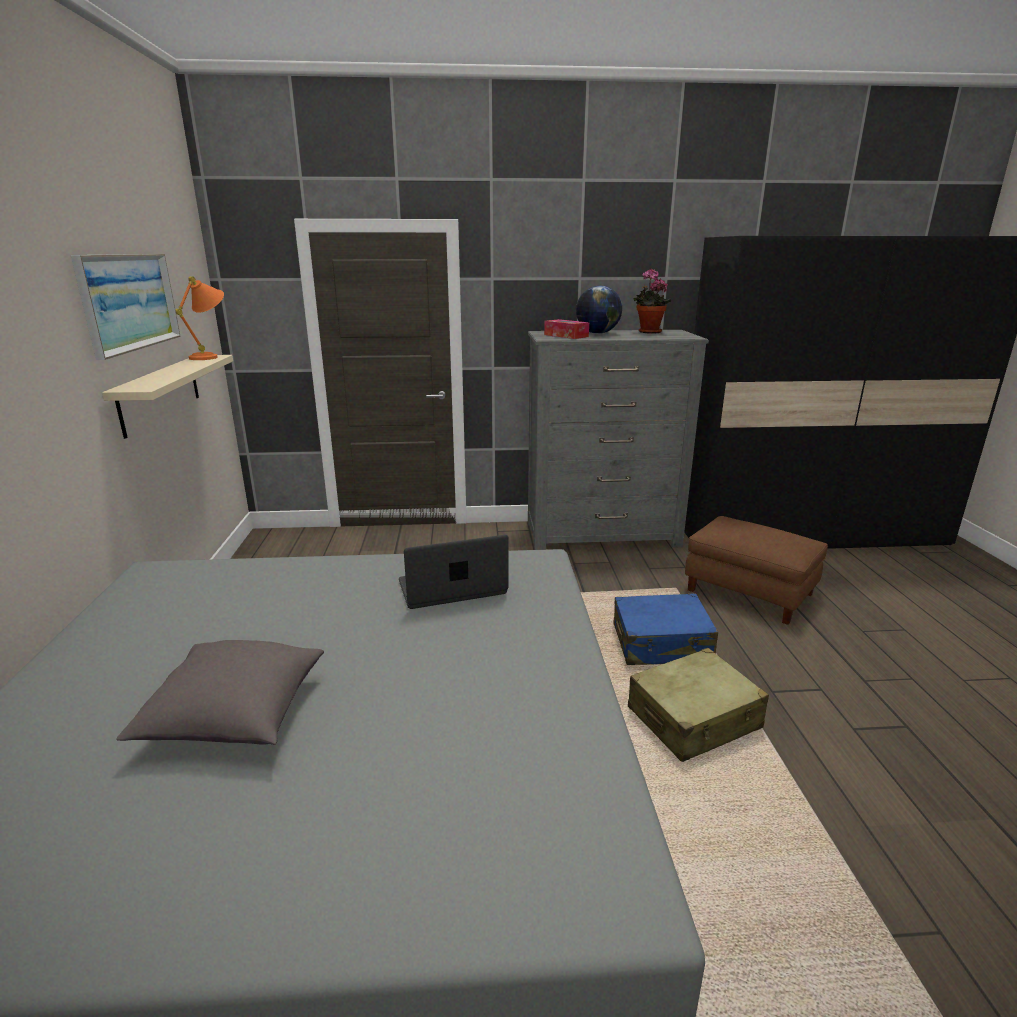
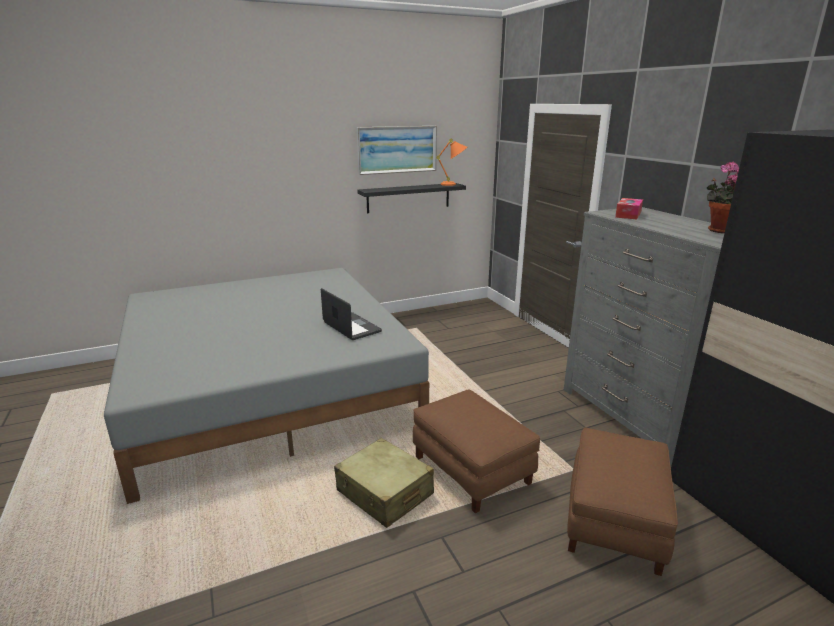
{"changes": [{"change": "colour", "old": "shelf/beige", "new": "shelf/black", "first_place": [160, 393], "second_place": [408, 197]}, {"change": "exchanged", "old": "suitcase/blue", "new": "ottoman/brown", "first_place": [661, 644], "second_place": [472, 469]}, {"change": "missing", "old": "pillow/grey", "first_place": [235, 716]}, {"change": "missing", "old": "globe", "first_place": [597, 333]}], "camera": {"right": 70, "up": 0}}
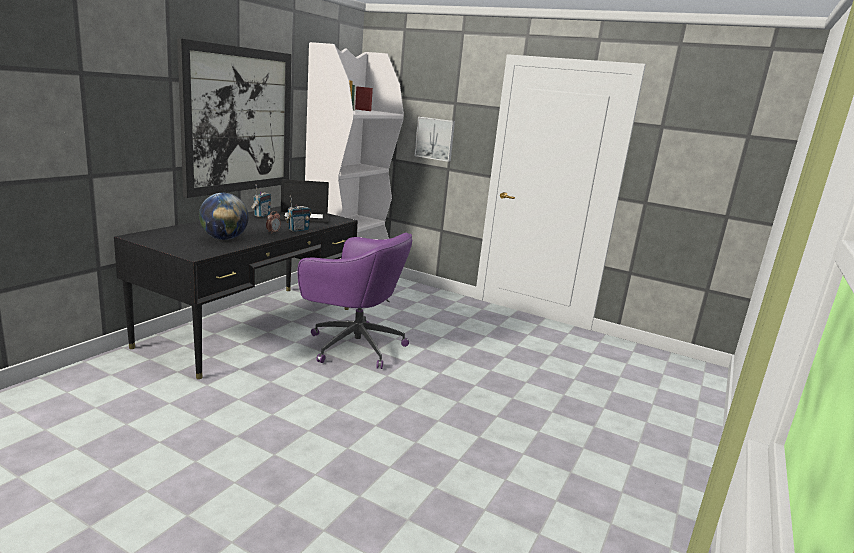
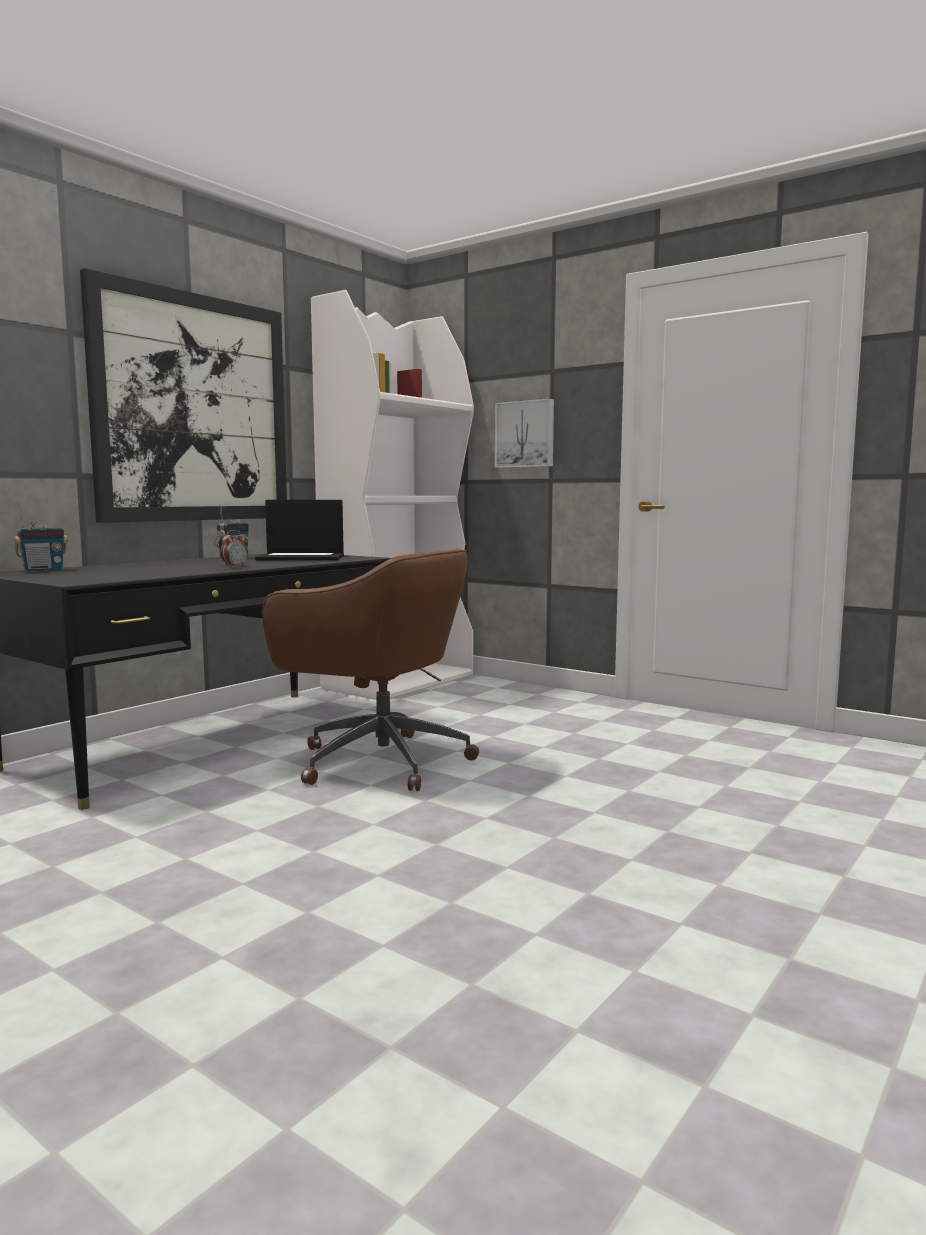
{"changes": [{"change": "relocated", "old": "radio", "first_place": [298, 230], "second_place": [43, 570]}, {"change": "colour", "old": "office chair/purple", "new": "office chair/brown", "first_place": [353, 345], "second_place": [378, 761]}, {"change": "missing", "old": "globe", "first_place": [224, 239]}], "camera": {"right": 10, "up": -10}}
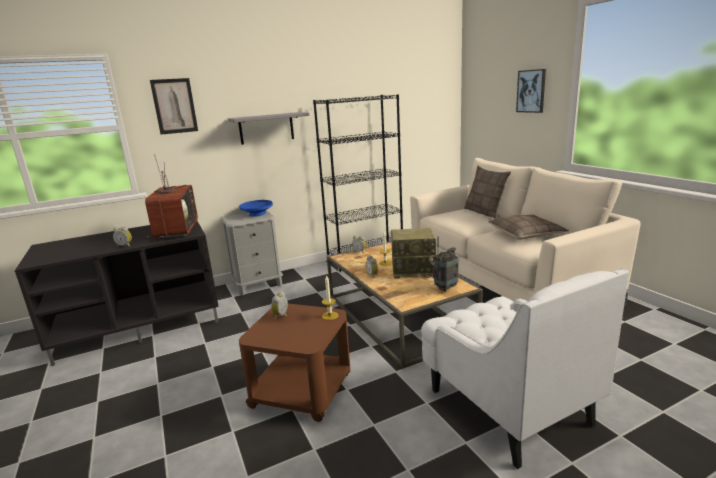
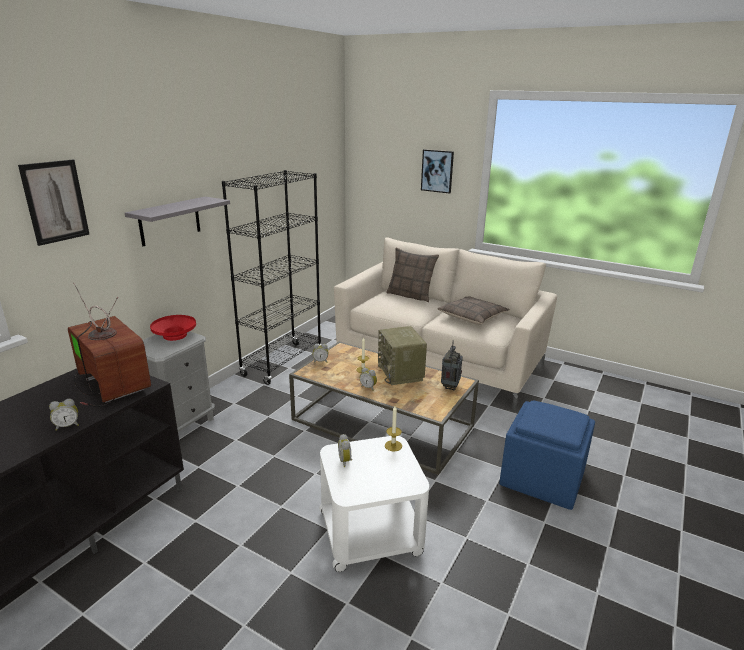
{"changes": [{"change": "colour", "old": "bowl/blue", "new": "bowl/red", "first_place": [257, 214], "second_place": [175, 336]}, {"change": "colour", "old": "side table/brown", "new": "side table/white", "first_place": [302, 390], "second_place": [371, 531]}, {"change": "spun", "old": "radio", "first_place": [414, 270], "second_place": [401, 373], "degrees": 105}, {"change": "exchanged", "old": "armchair/white", "new": "ottoman/blue", "first_place": [506, 405], "second_place": [543, 479]}], "camera": {"right": -35, "up": 5}}
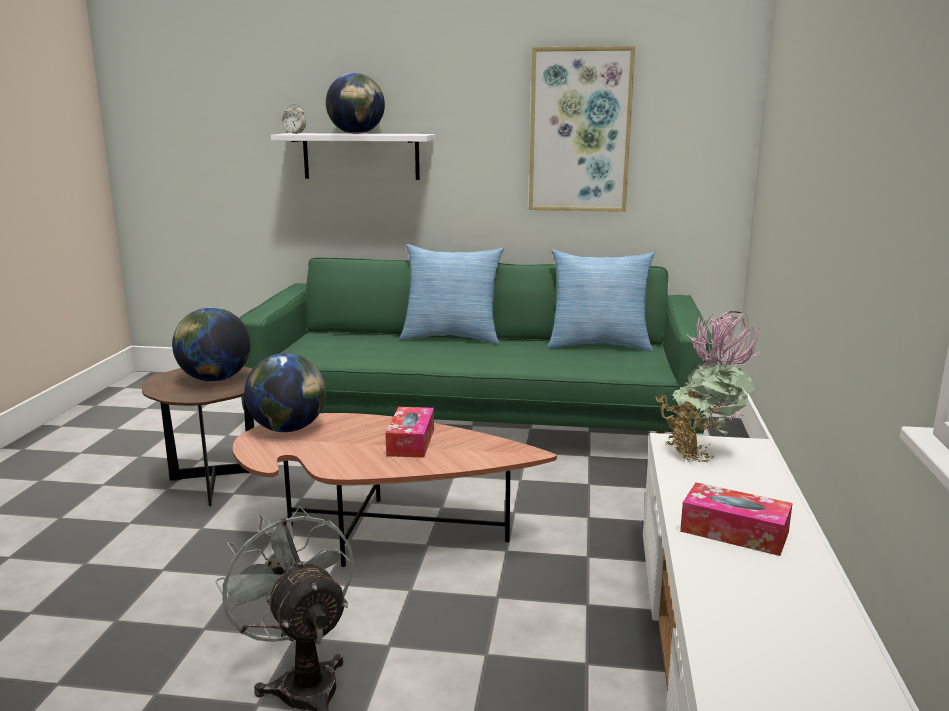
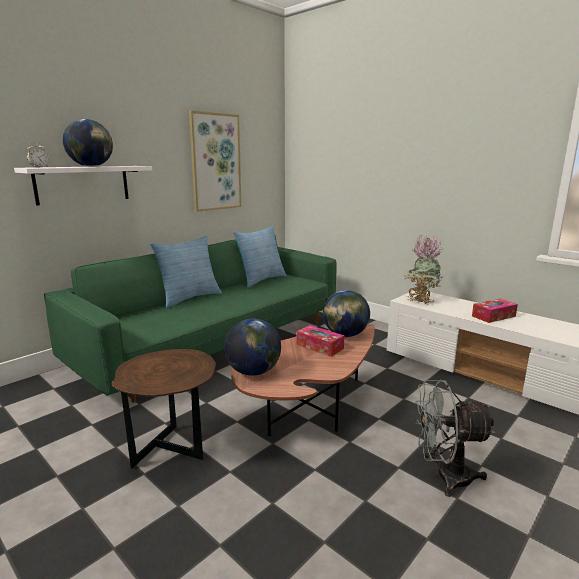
{"changes": [{"change": "relocated", "old": "globe", "first_place": [214, 379], "second_place": [345, 335]}], "camera": {"right": -55, "up": 0}}
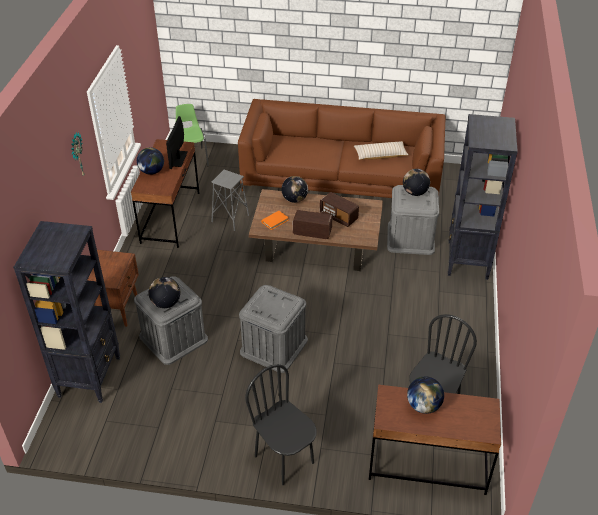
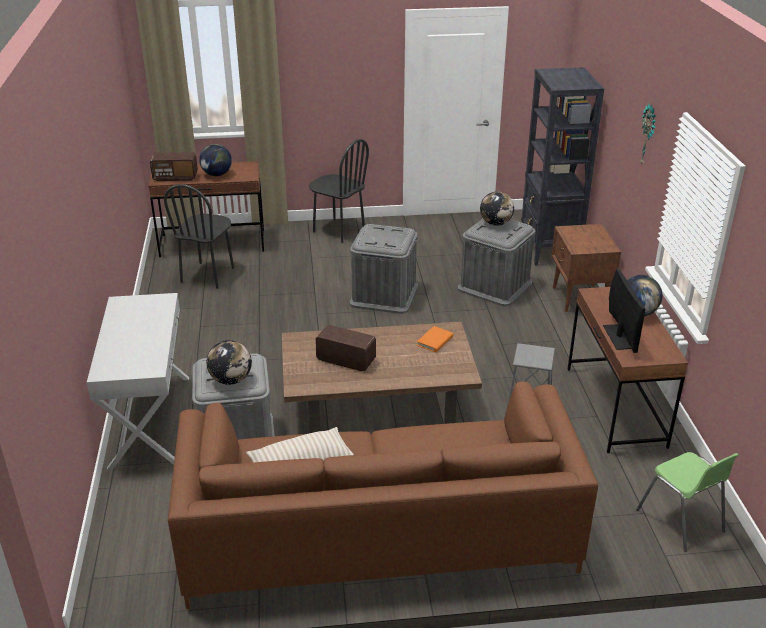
{"changes": [{"change": "exchanged", "old": "bookcase/black", "new": "console table/white", "first_place": [467, 260], "second_place": [149, 420]}, {"change": "relocated", "old": "radio", "first_place": [312, 232], "second_place": [175, 177]}, {"change": "missing", "old": "globe", "first_place": [294, 199]}], "camera": {"right": 165, "up": -10}}
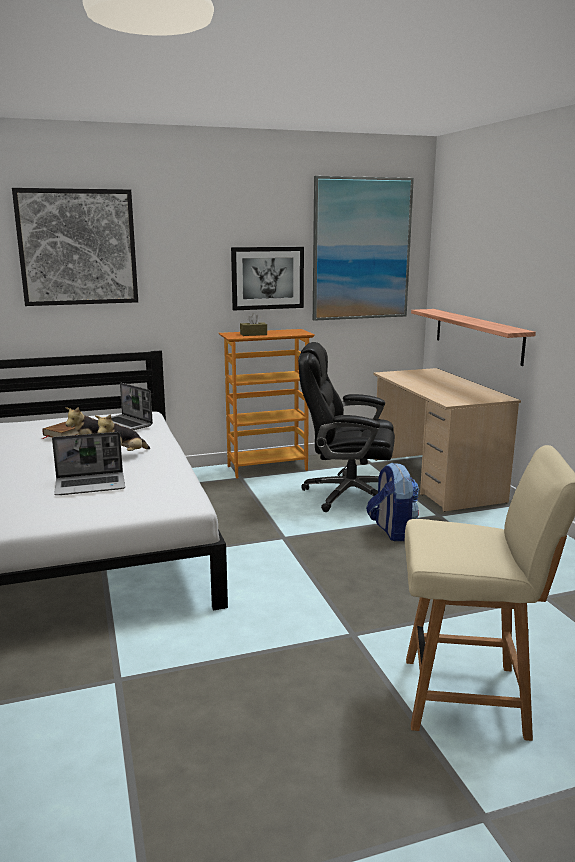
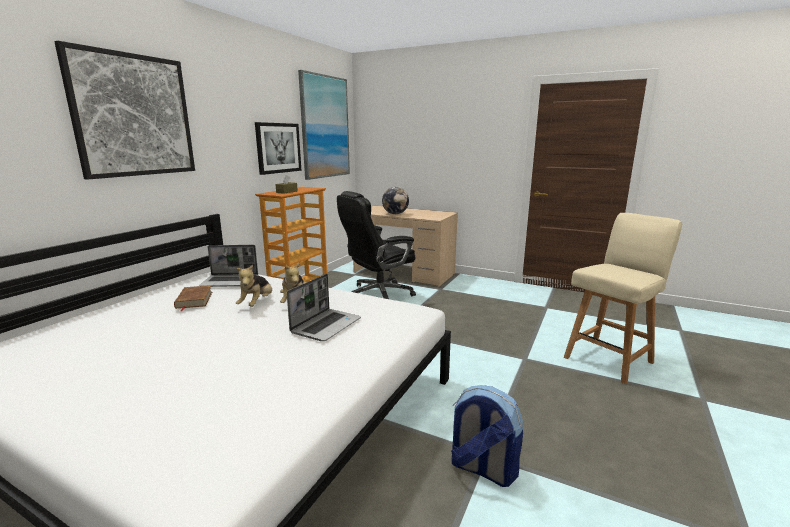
{"changes": [{"change": "appeared", "new": "globe", "second_place": [395, 214]}, {"change": "relocated", "old": "backpack", "first_place": [392, 531], "second_place": [482, 469]}, {"change": "missing", "old": "shelf", "first_place": [477, 335]}], "camera": {"right": -45, "up": 0}}
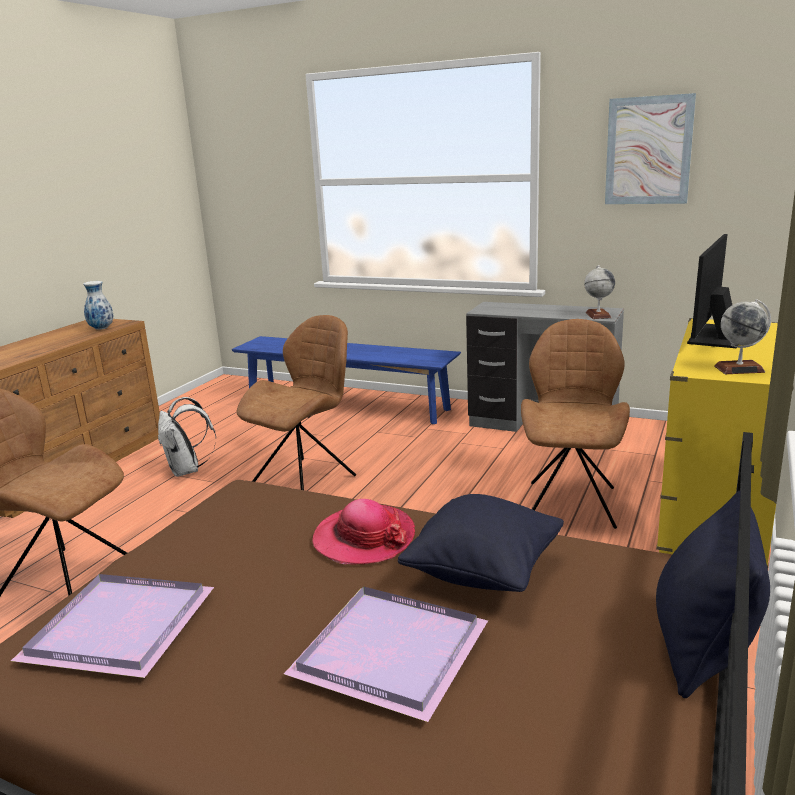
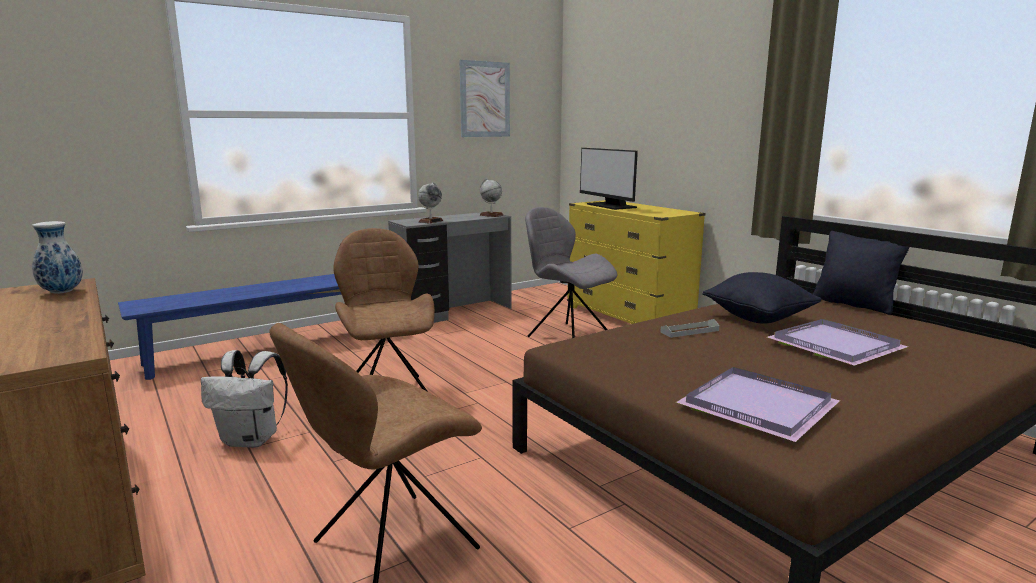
{"changes": [{"change": "relocated", "old": "globe", "first_place": [739, 369], "second_place": [431, 221]}, {"change": "colour", "old": "chair/brown", "new": "chair/grey", "first_place": [571, 502], "second_place": [567, 336]}, {"change": "exchanged", "old": "hat", "new": "tray/grey", "first_place": [364, 538], "second_place": [689, 331]}], "camera": {"right": -60, "up": -5}}
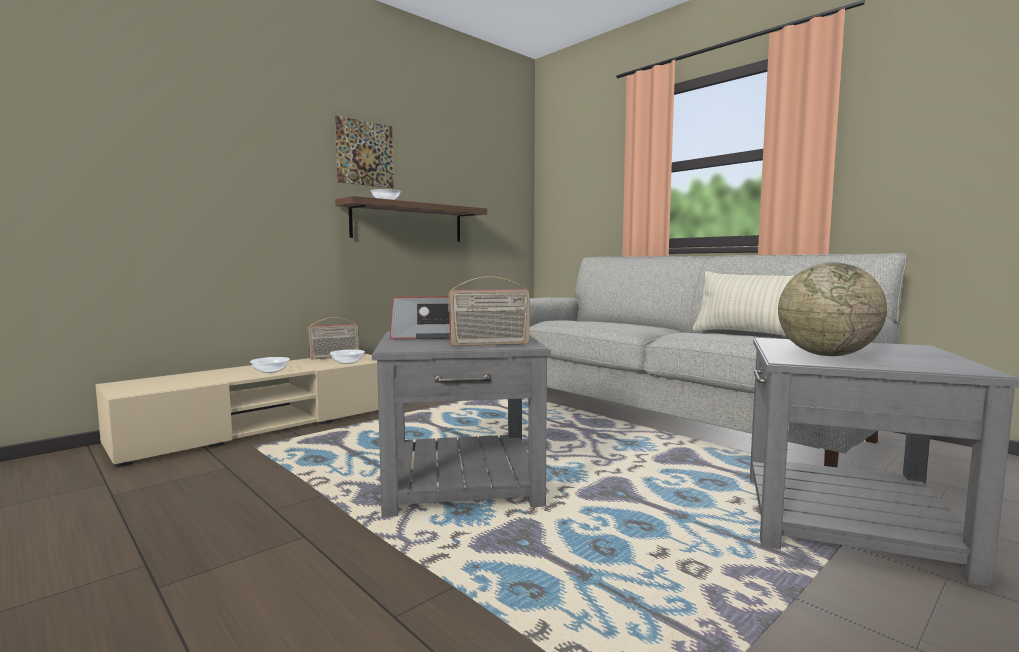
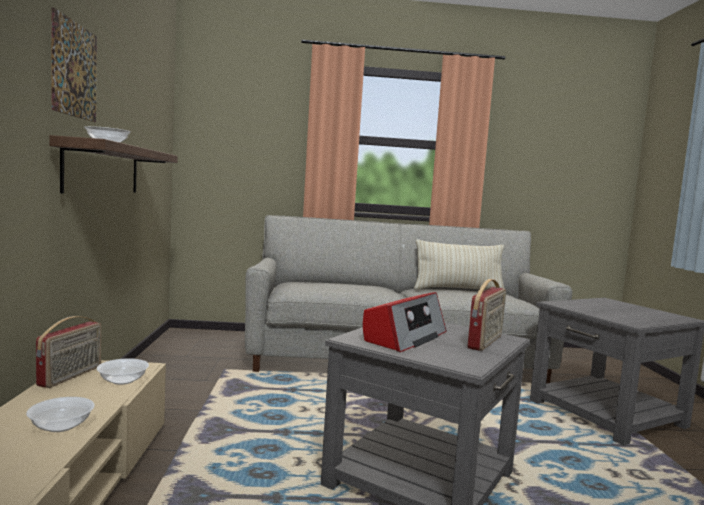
{"changes": [{"change": "missing", "old": "globe", "first_place": [826, 355]}], "camera": {"right": -50, "up": 0}}
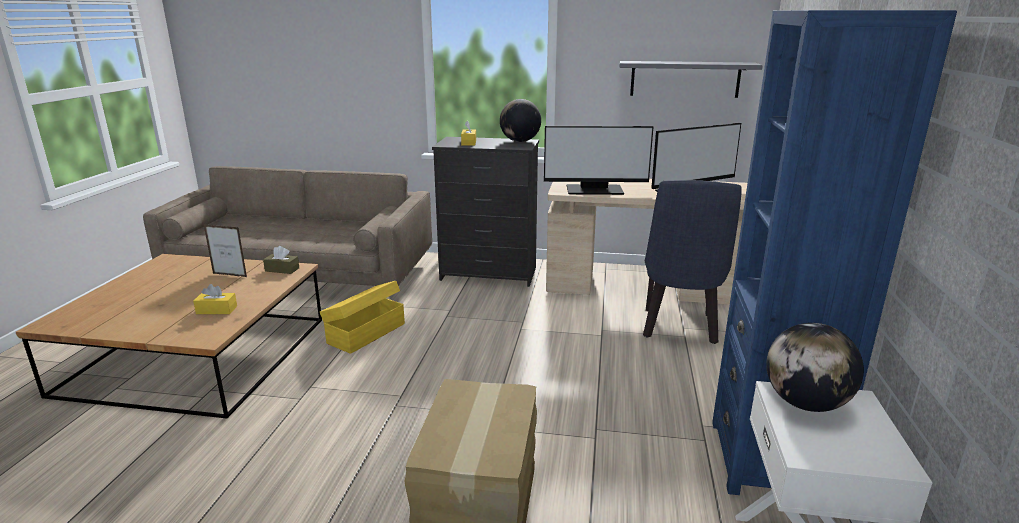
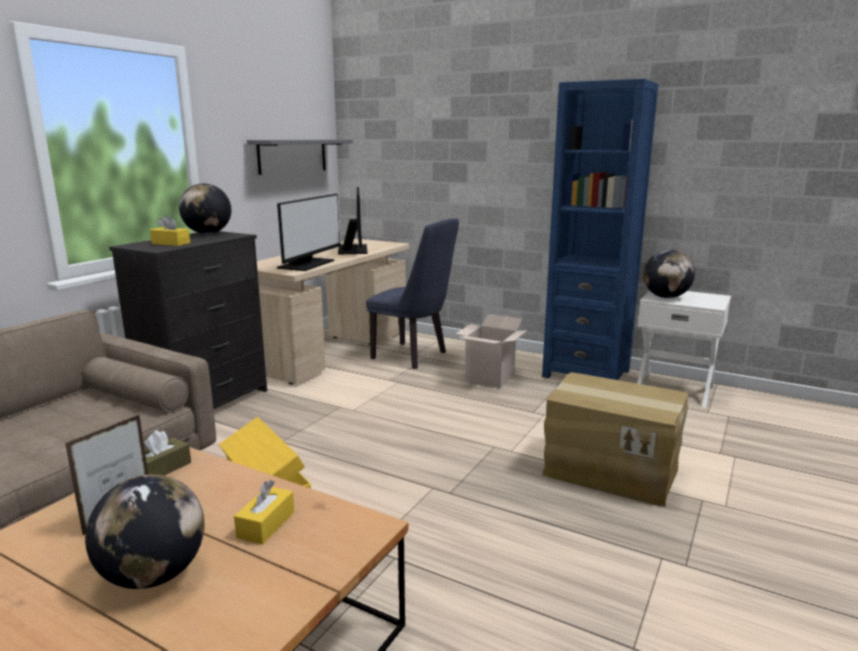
{"changes": [{"change": "appeared", "new": "globe", "second_place": [154, 575]}, {"change": "appeared", "new": "cardboard box", "second_place": [489, 378]}], "camera": {"right": -70, "up": -5}}
